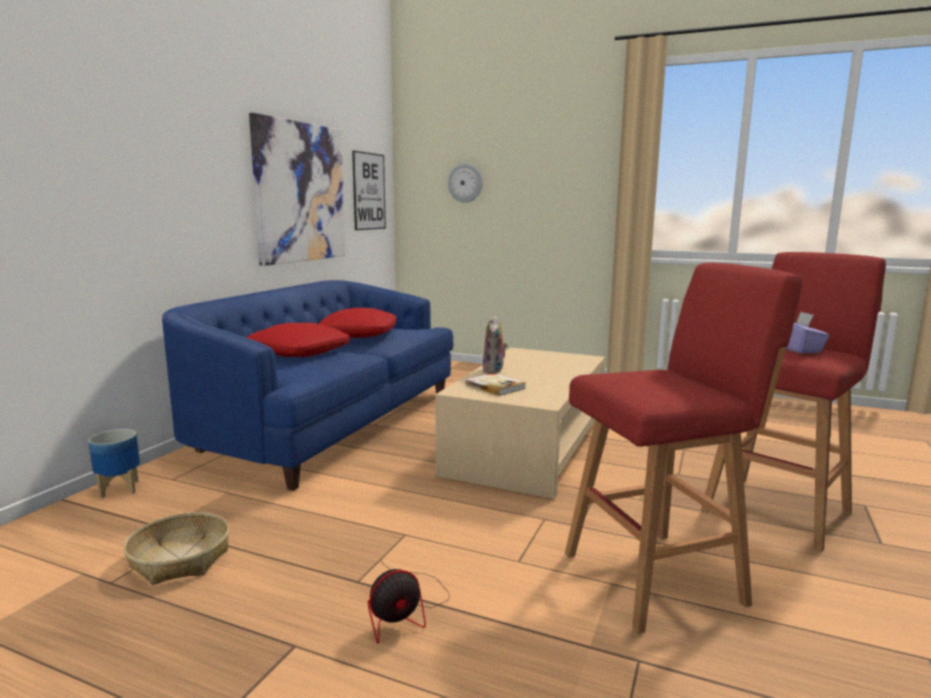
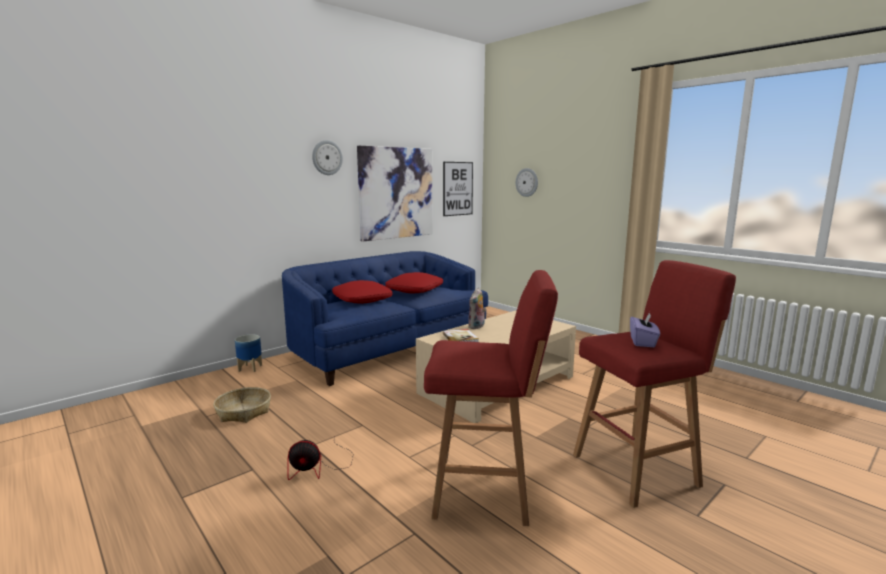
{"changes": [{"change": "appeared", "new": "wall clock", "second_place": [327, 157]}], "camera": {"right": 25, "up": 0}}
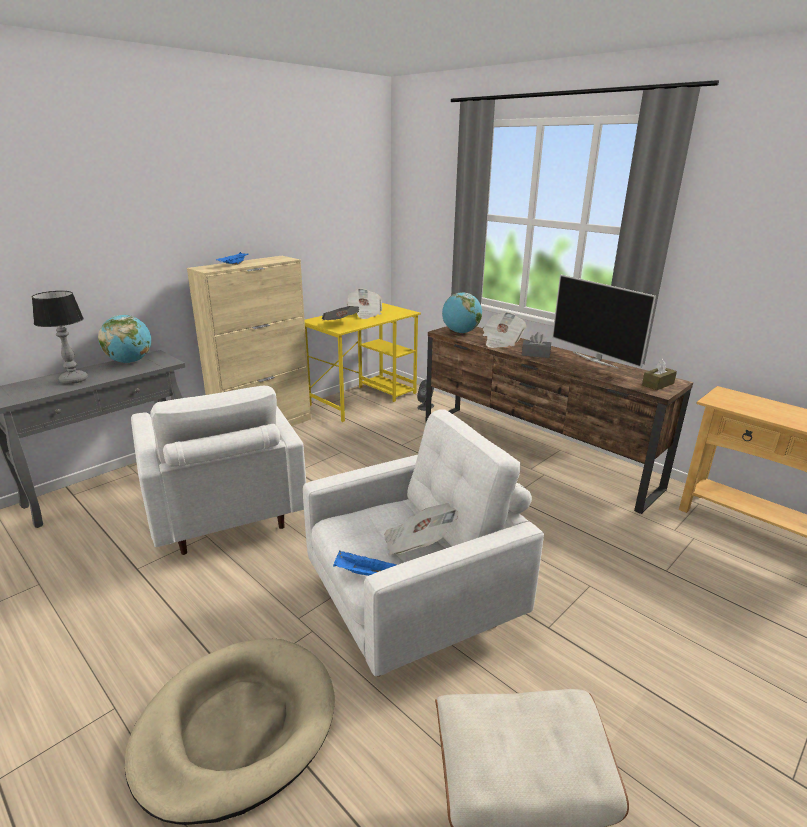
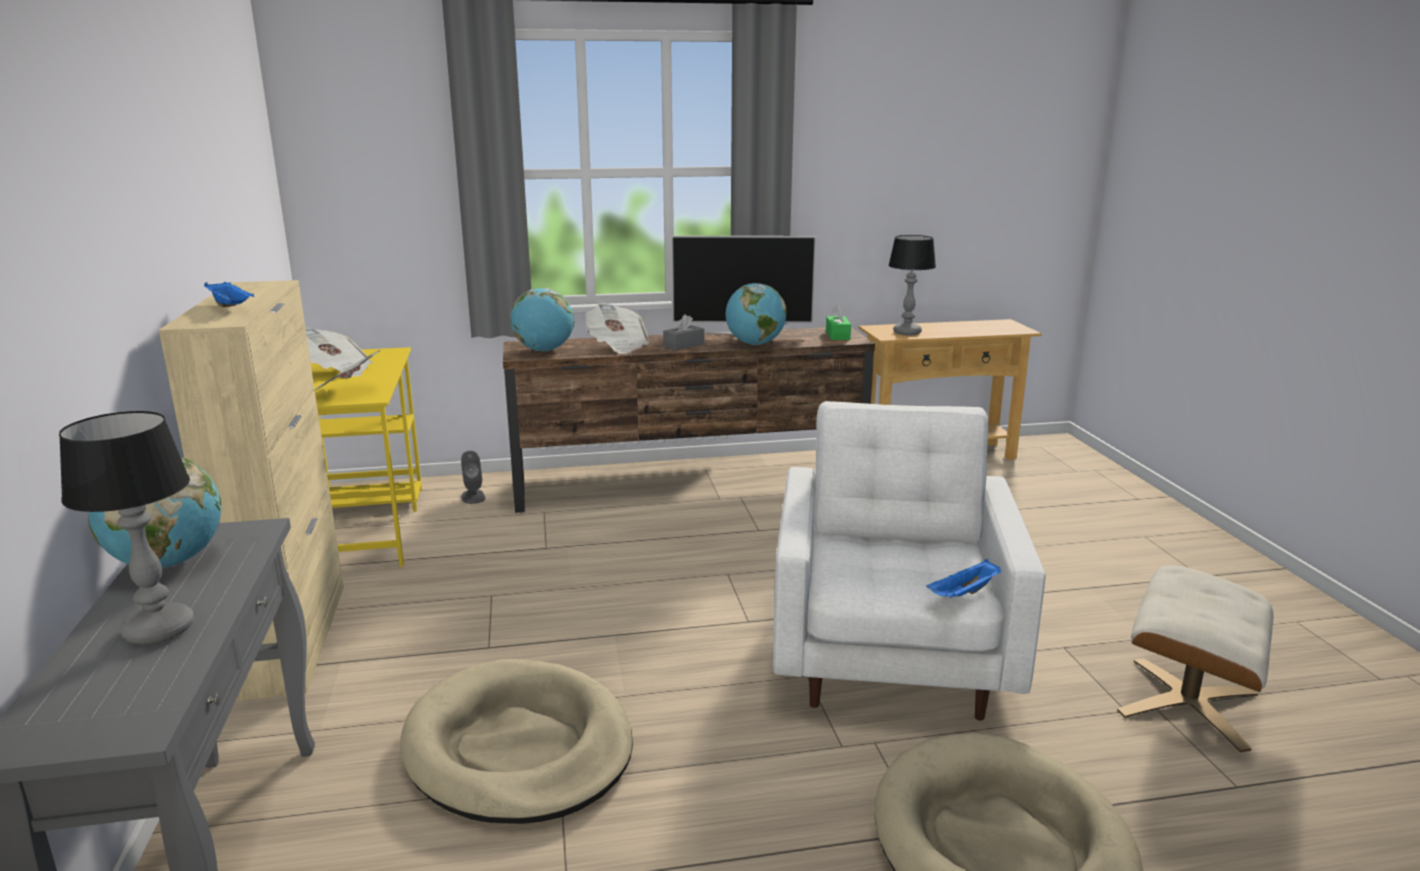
{"changes": [{"change": "exchanged", "old": "armchair/white", "new": "dog bed/beige", "first_place": [224, 514], "second_place": [519, 748]}, {"change": "appeared", "new": "globe", "second_place": [755, 344]}, {"change": "colour", "old": "tissue box/brown", "new": "tissue box/green", "first_place": [658, 384], "second_place": [837, 335]}, {"change": "appeared", "new": "table lamp", "second_place": [907, 333]}, {"change": "missing", "old": "newspaper", "first_place": [417, 544]}], "camera": {"right": -55, "up": -5}}
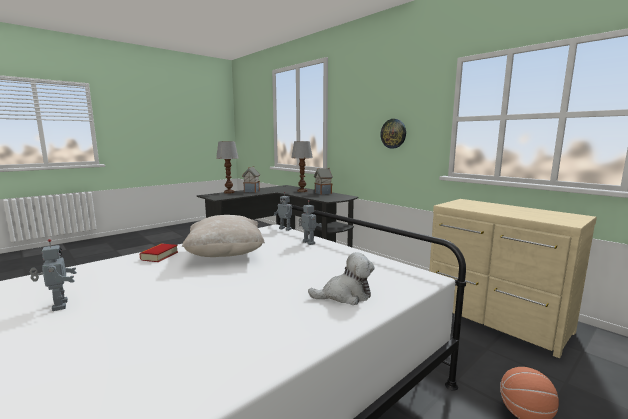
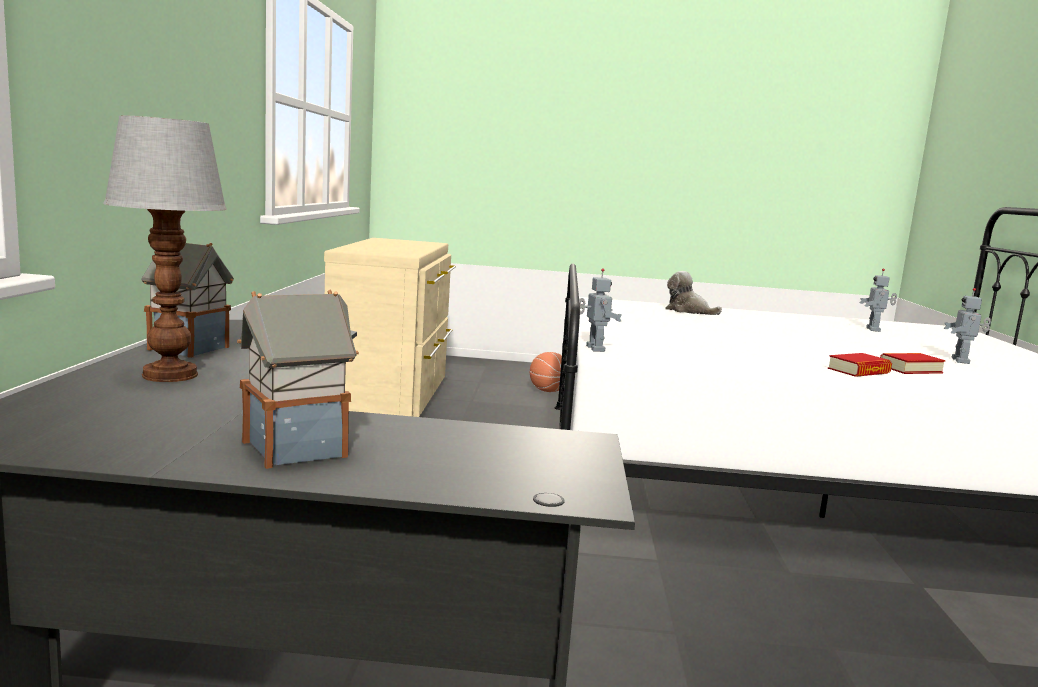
{"changes": [{"change": "relocated", "old": "toy robot", "first_place": [308, 243], "second_place": [874, 330]}, {"change": "appeared", "new": "book", "second_place": [910, 369]}, {"change": "missing", "old": "pillow/beige", "first_place": [225, 254]}, {"change": "missing", "old": "table lamp", "first_place": [229, 192]}, {"change": "missing", "old": "wall clock", "first_place": [393, 133]}], "camera": {"right": -135, "up": 0}}
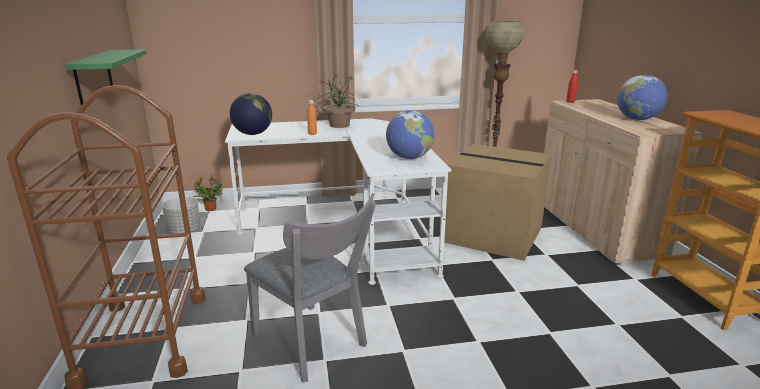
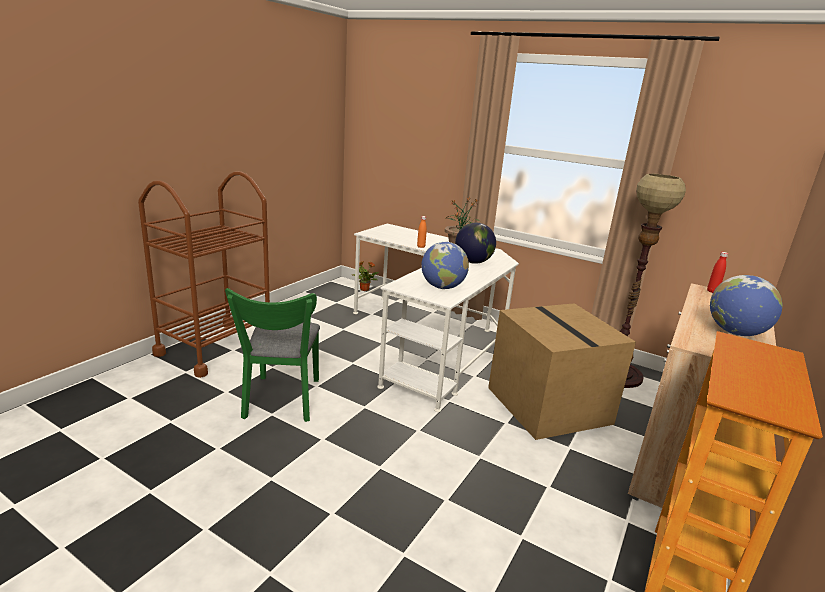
{"changes": [{"change": "colour", "old": "chair/grey", "new": "chair/green", "first_place": [313, 344], "second_place": [281, 402]}, {"change": "relocated", "old": "globe", "first_place": [253, 134], "second_place": [473, 262]}, {"change": "missing", "old": "shelf/green", "first_place": [94, 77]}, {"change": "missing", "old": "planter/grey", "first_place": [184, 231]}], "camera": {"right": 40, "up": 0}}
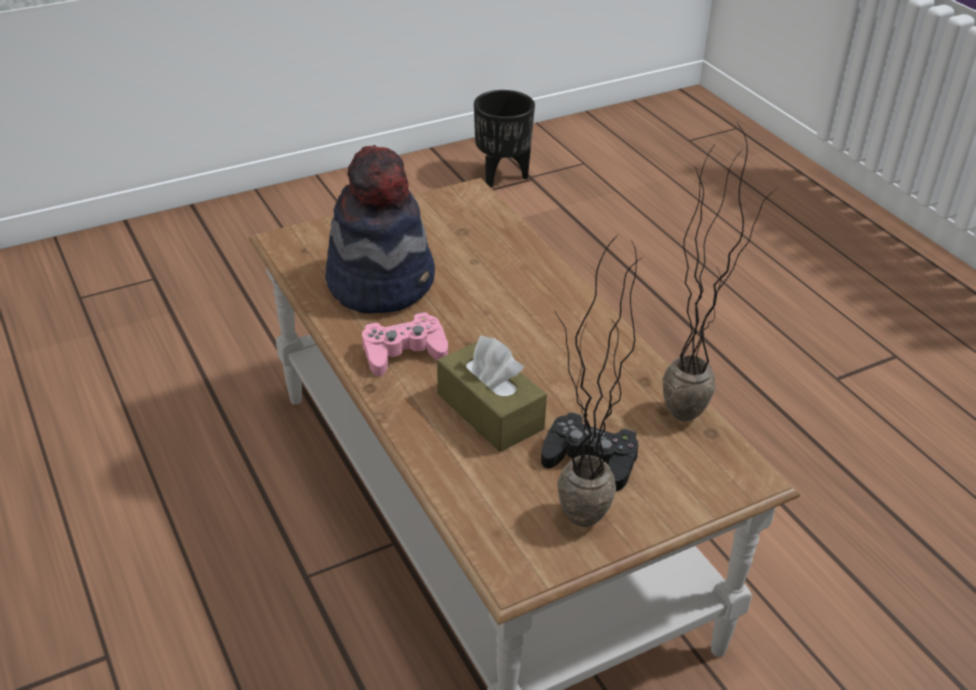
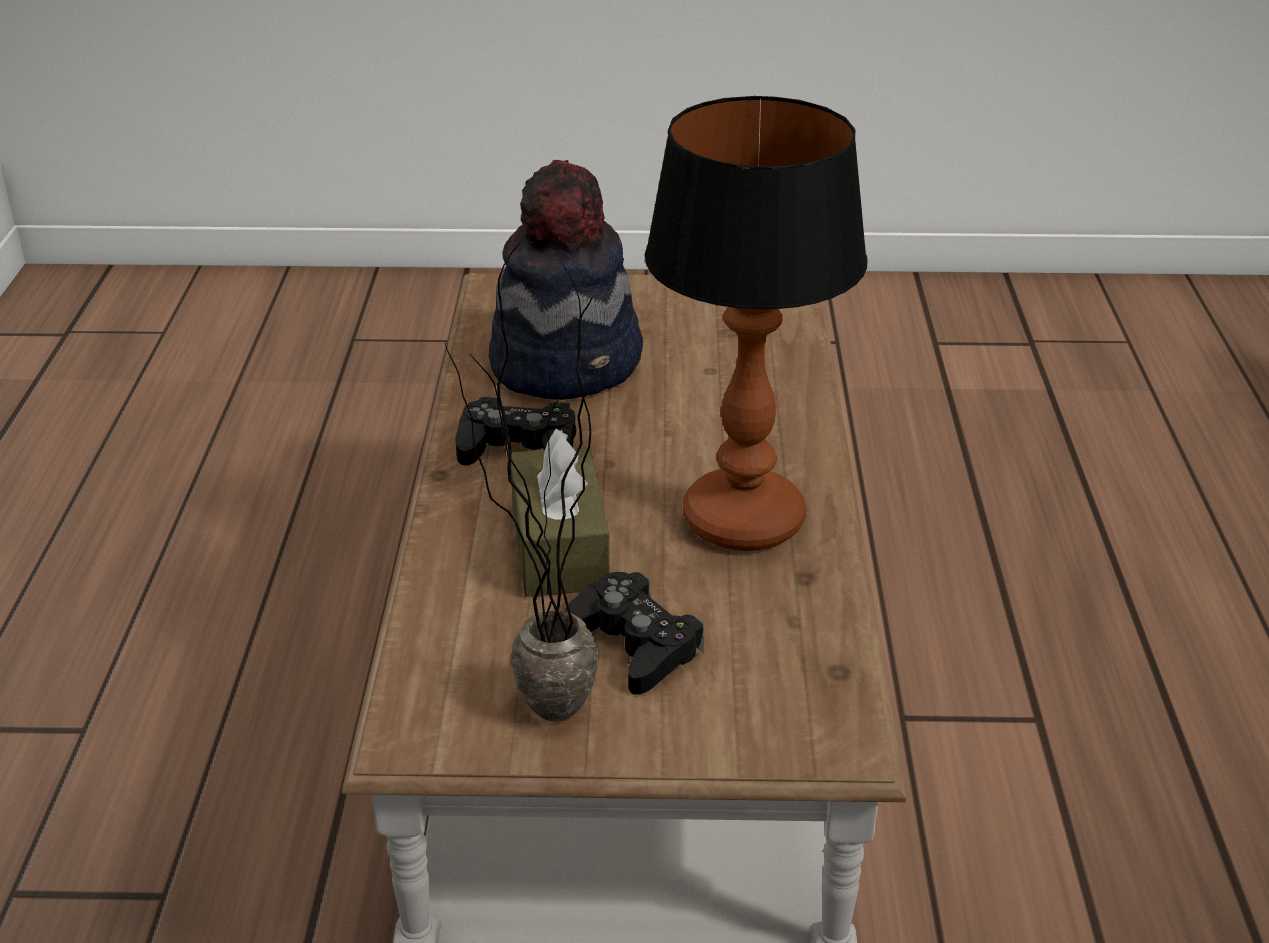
{"changes": [{"change": "colour", "old": "game controller/pink", "new": "game controller/black", "first_place": [404, 352], "second_place": [518, 448]}, {"change": "appeared", "new": "table lamp", "second_place": [741, 519]}, {"change": "missing", "old": "planter/black", "first_place": [503, 176]}, {"change": "missing", "old": "potted plant", "first_place": [694, 407]}], "camera": {"right": 30, "up": -5}}
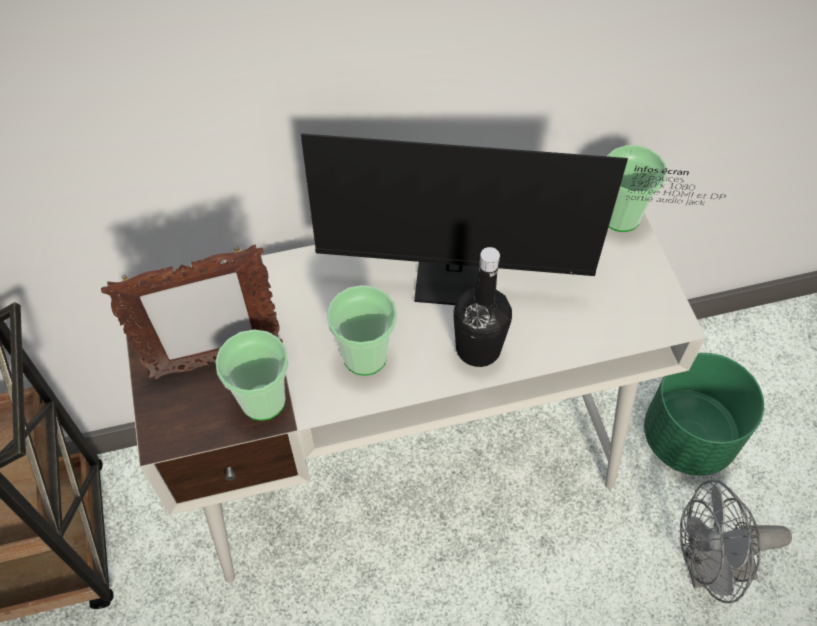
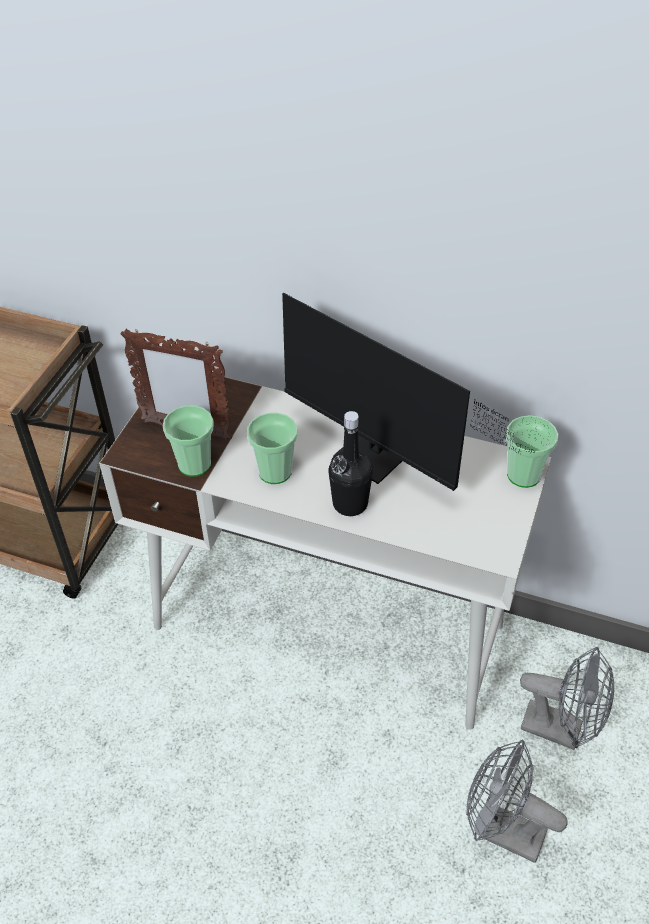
{"changes": [{"change": "exchanged", "old": "planter/green", "new": "fan/grey", "first_place": [687, 437], "second_place": [561, 729]}], "camera": {"right": 35, "up": -10}}
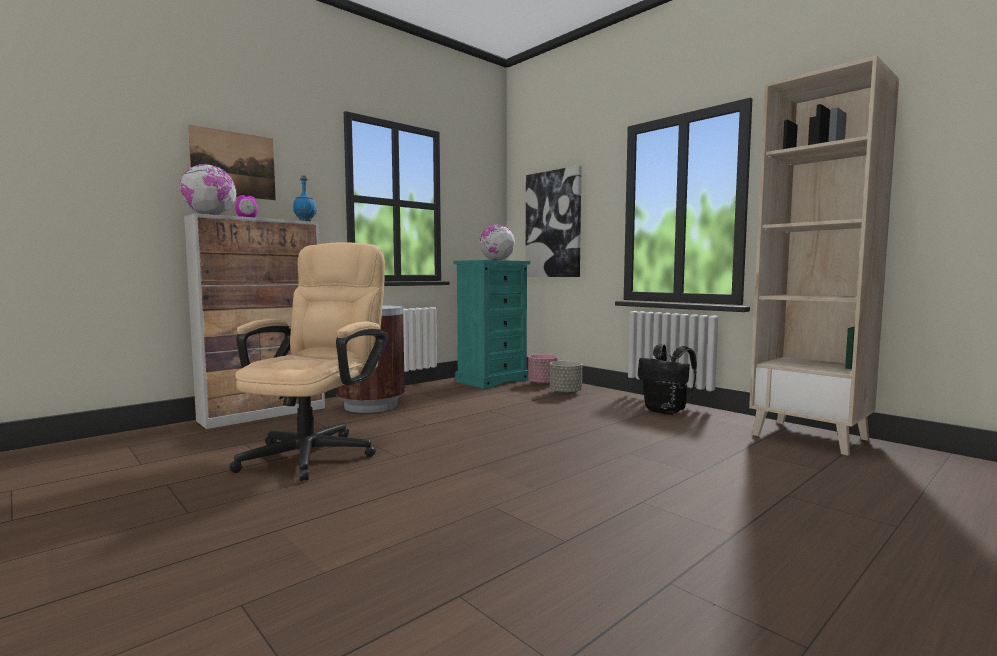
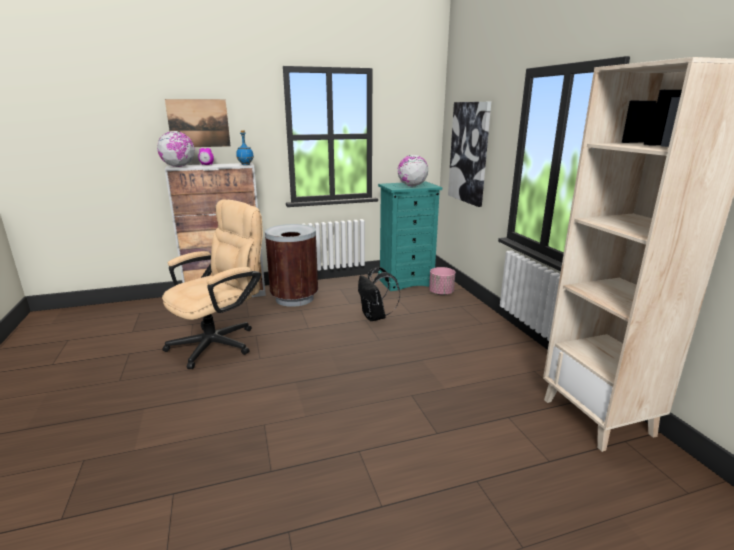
{"changes": [{"change": "relocated", "old": "backpack/black", "first_place": [666, 411], "second_place": [375, 317]}, {"change": "missing", "old": "planter/grey", "first_place": [566, 393]}], "camera": {"right": 25, "up": 15}}
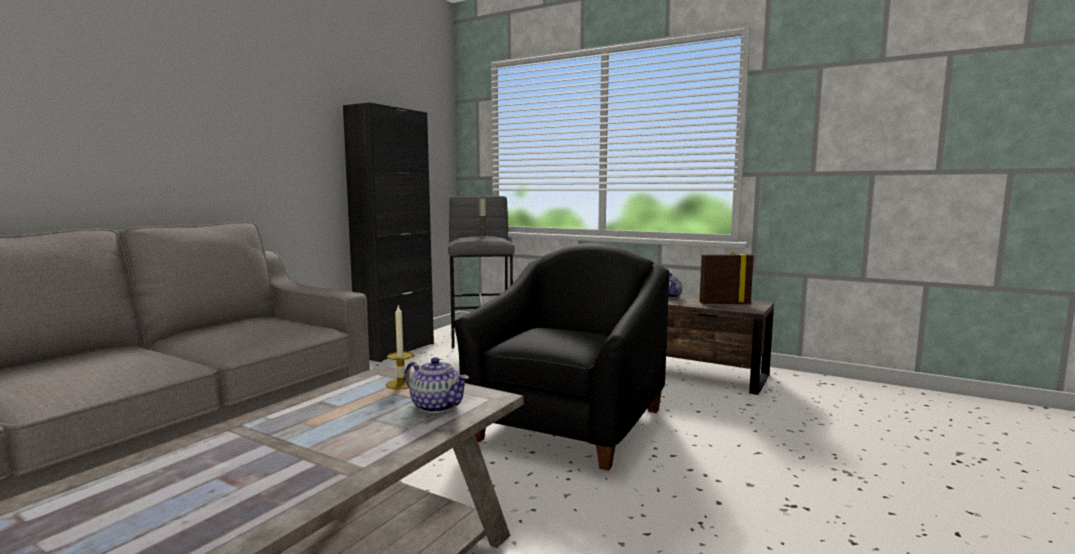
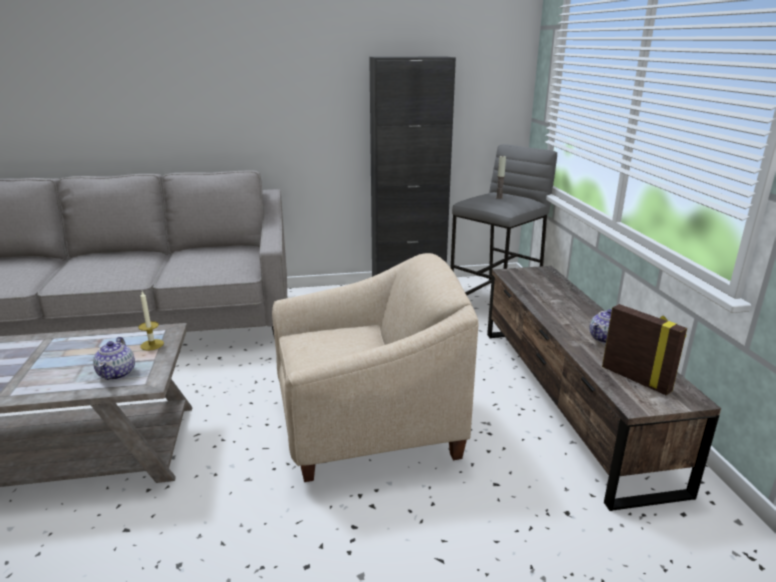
{"changes": [{"change": "colour", "old": "armchair/black", "new": "armchair/beige", "first_place": [568, 425], "second_place": [368, 426]}], "camera": {"right": 50, "up": 15}}
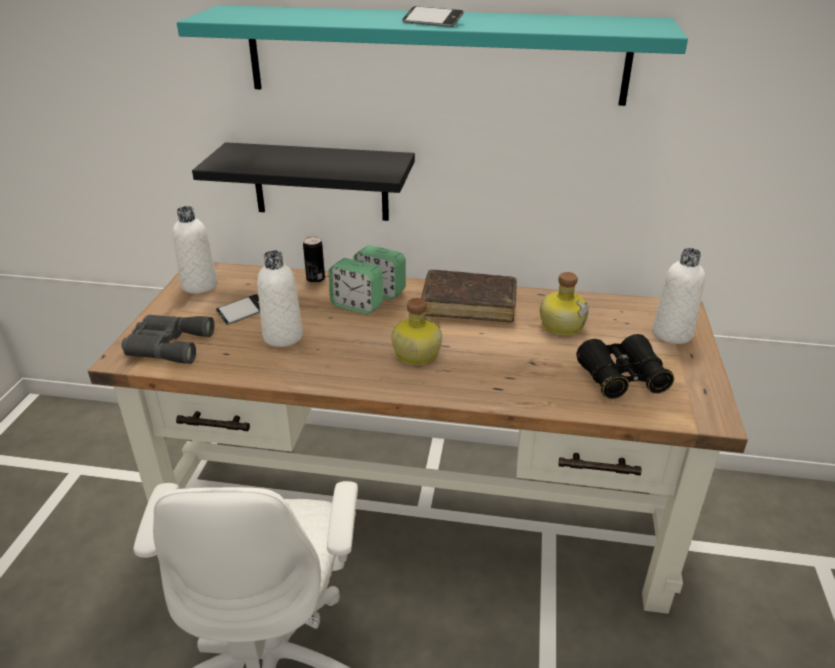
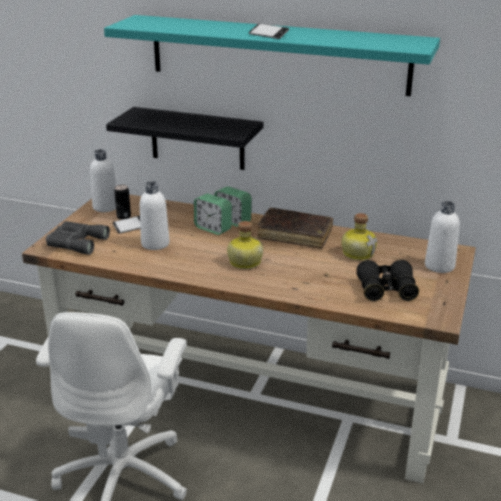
{"changes": [{"change": "relocated", "old": "can", "first_place": [315, 279], "second_place": [123, 217]}], "camera": {"right": 10, "up": -5}}
